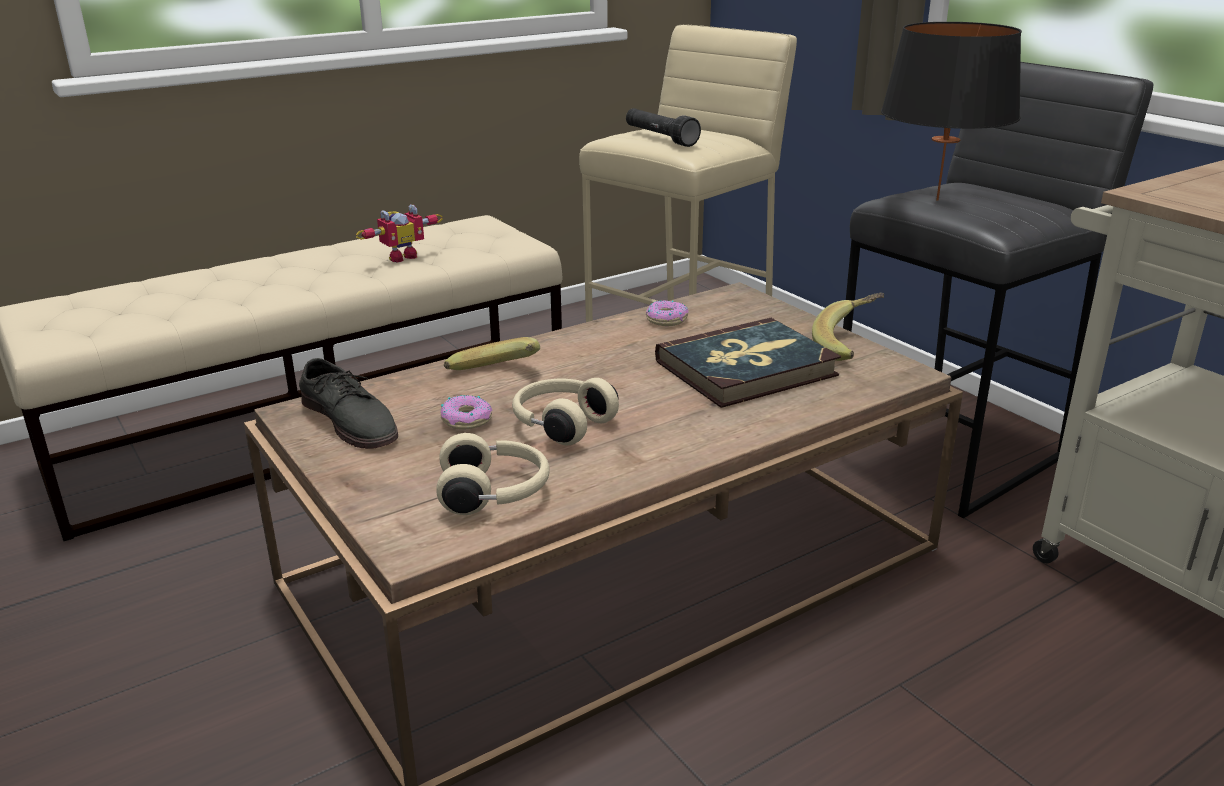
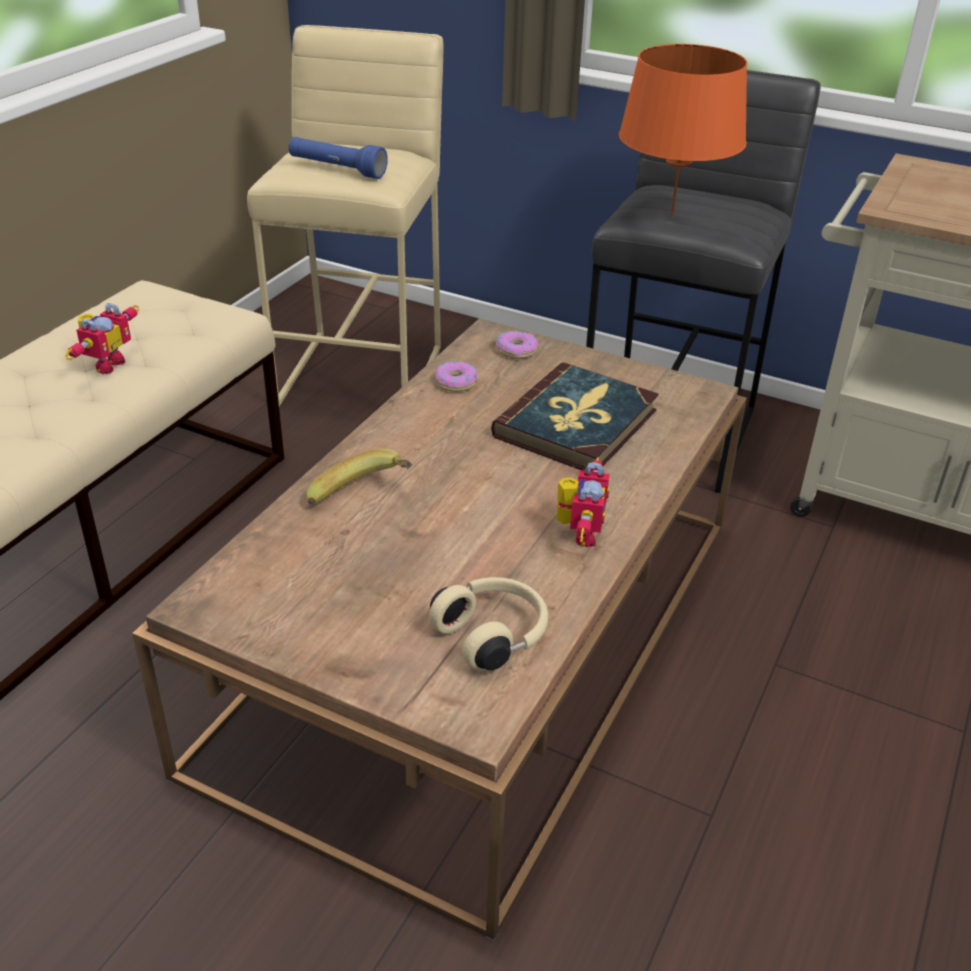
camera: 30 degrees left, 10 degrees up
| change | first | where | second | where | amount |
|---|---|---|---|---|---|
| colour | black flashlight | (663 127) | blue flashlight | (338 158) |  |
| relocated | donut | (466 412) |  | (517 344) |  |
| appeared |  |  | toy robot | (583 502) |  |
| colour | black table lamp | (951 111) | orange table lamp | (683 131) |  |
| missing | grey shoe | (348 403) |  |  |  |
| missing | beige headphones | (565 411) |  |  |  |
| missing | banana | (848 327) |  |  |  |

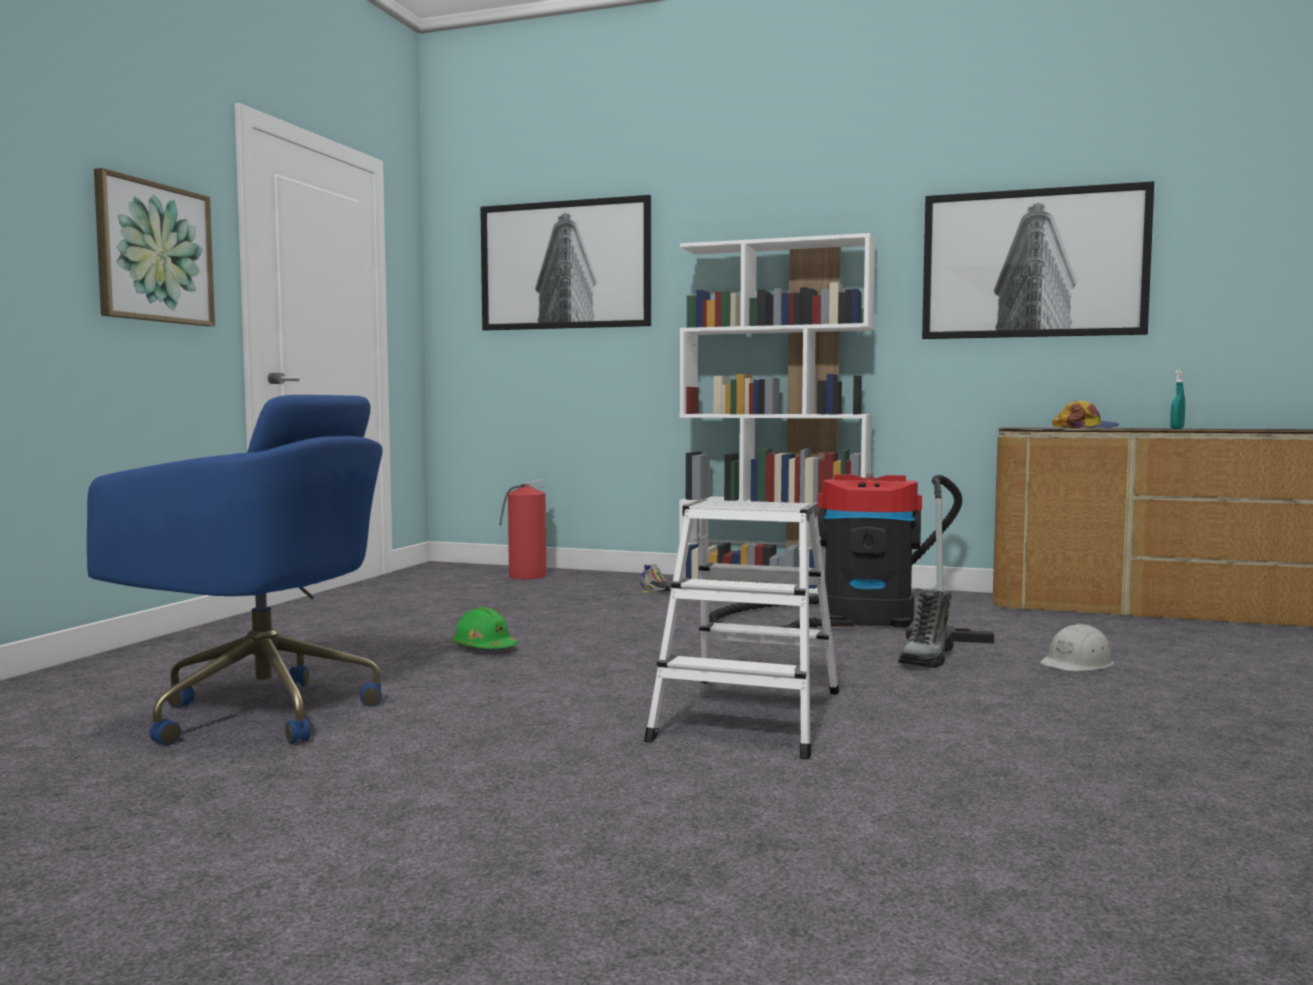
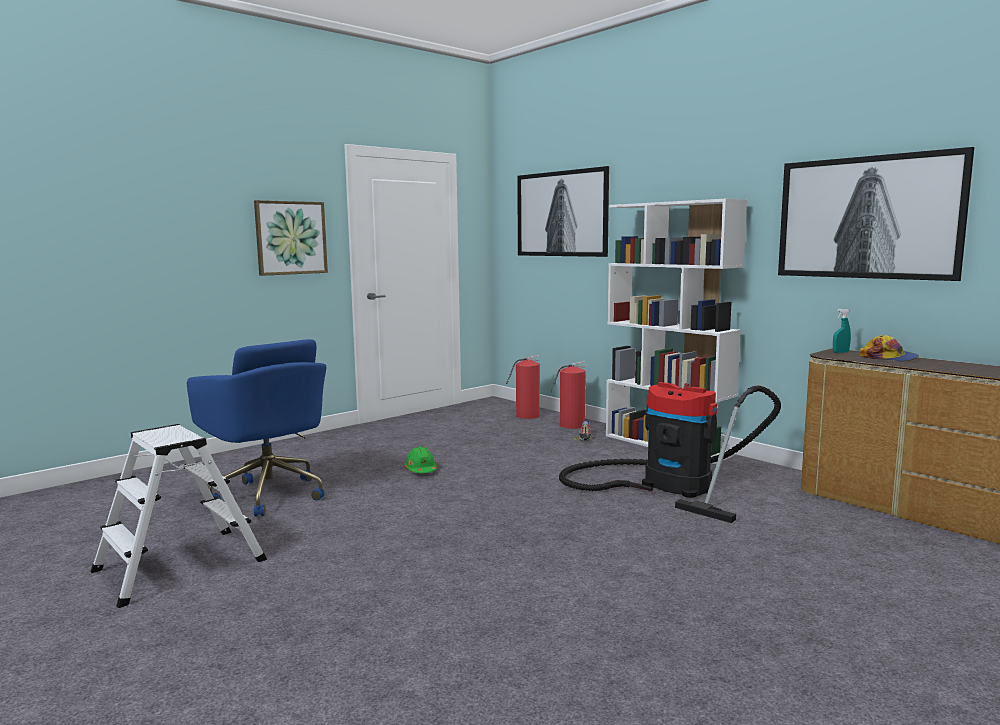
camera: 30 degrees right, 5 degrees up
| change | first | where | second | where | amount |
|---|---|---|---|---|---|
| relocated | white step ladder | (742 629) |  | (178 516) |  |
| appeared |  |  | fire extinguisher | (568 395) |  |
| relocated | turquoise spray bottle | (1177 399) |  | (842 331) |  |
| missing | boot | (926 628) |  |  |  |
| missing | white hard hat | (1077 647) |  |  |  |

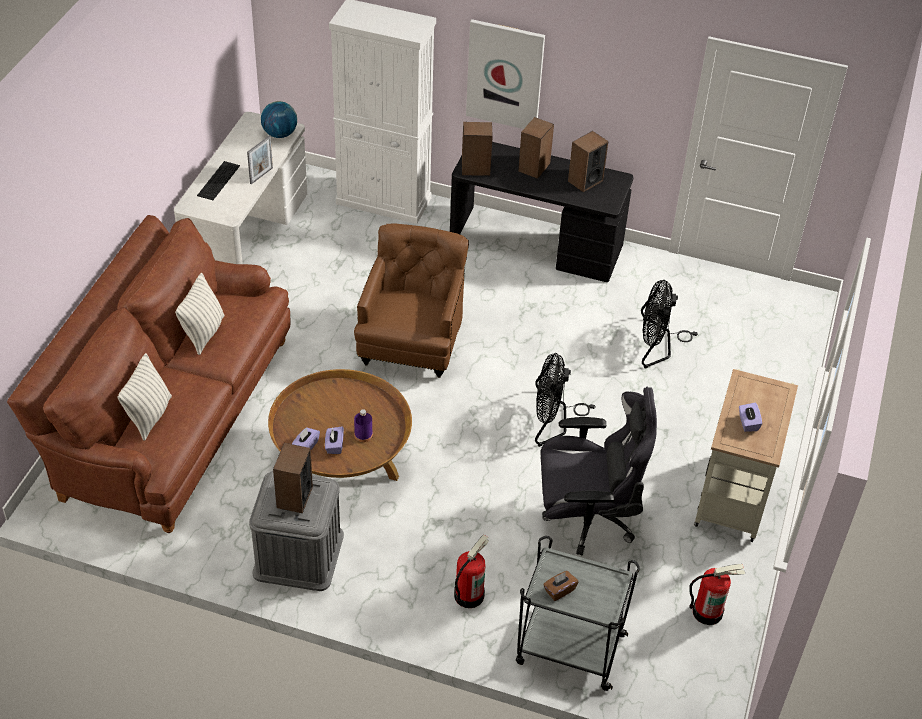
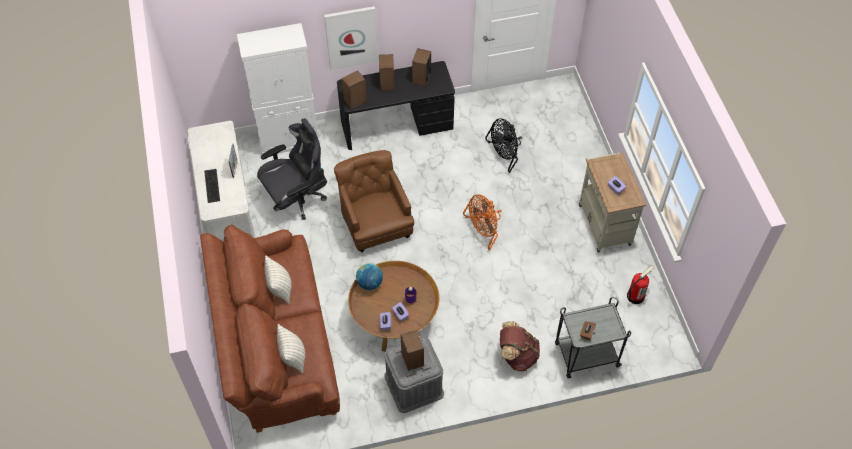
camera: 30 degrees left, 10 degrees up
| change | first | where | second | where | amount |
|---|---|---|---|---|---|
| relocated | black office chair | (599 470) |  | (292 169) |  |
| relocated | globe | (279 119) |  | (369 276) |  |
| colour | black fan | (565 400) | orange fan | (482 222) |  |
| exchanged | fire extinguisher | (471 571) | brown backpack | (520 346) |  |

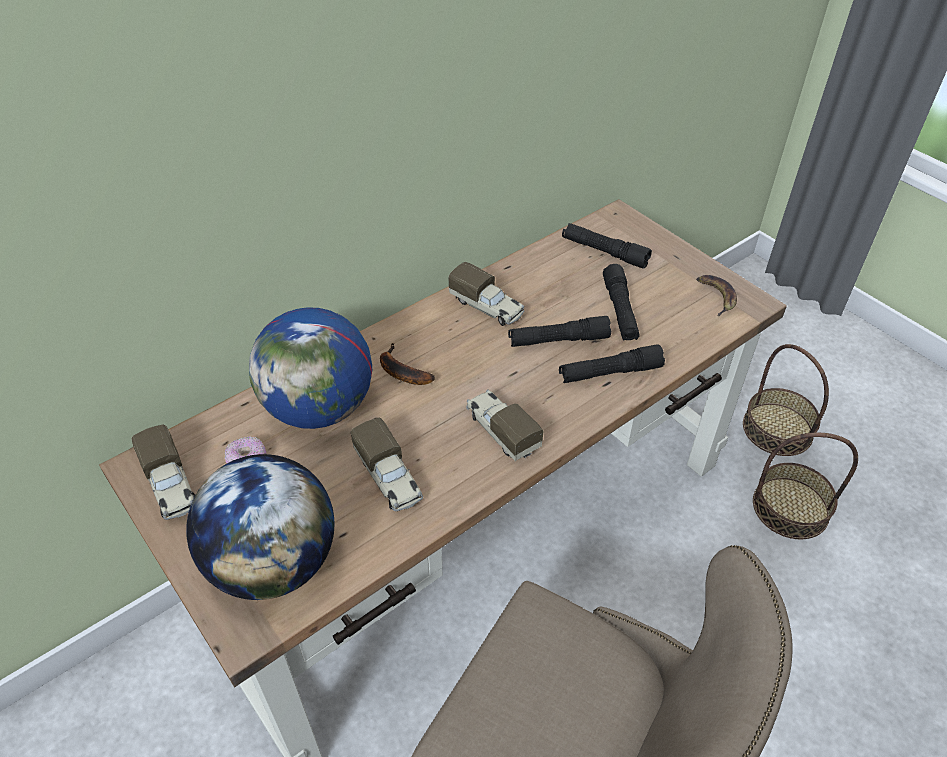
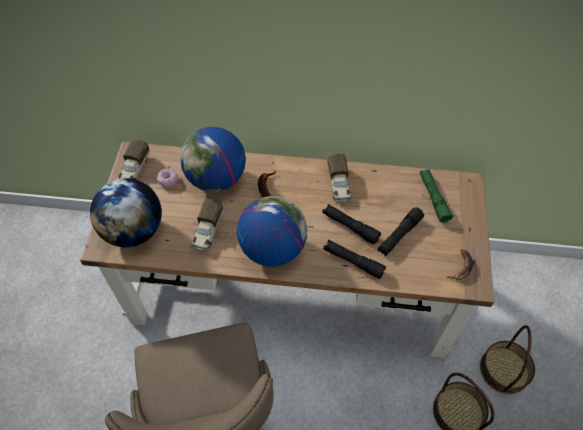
camera: 45 degrees right, 10 degrees up
| change | first | where | second | where | amount |
|---|---|---|---|---|---|
| exchanged | toy truck | (505 425) | globe | (272 231) |  |
| colour | black flashlight | (607 246) | green flashlight | (436 196) |  |

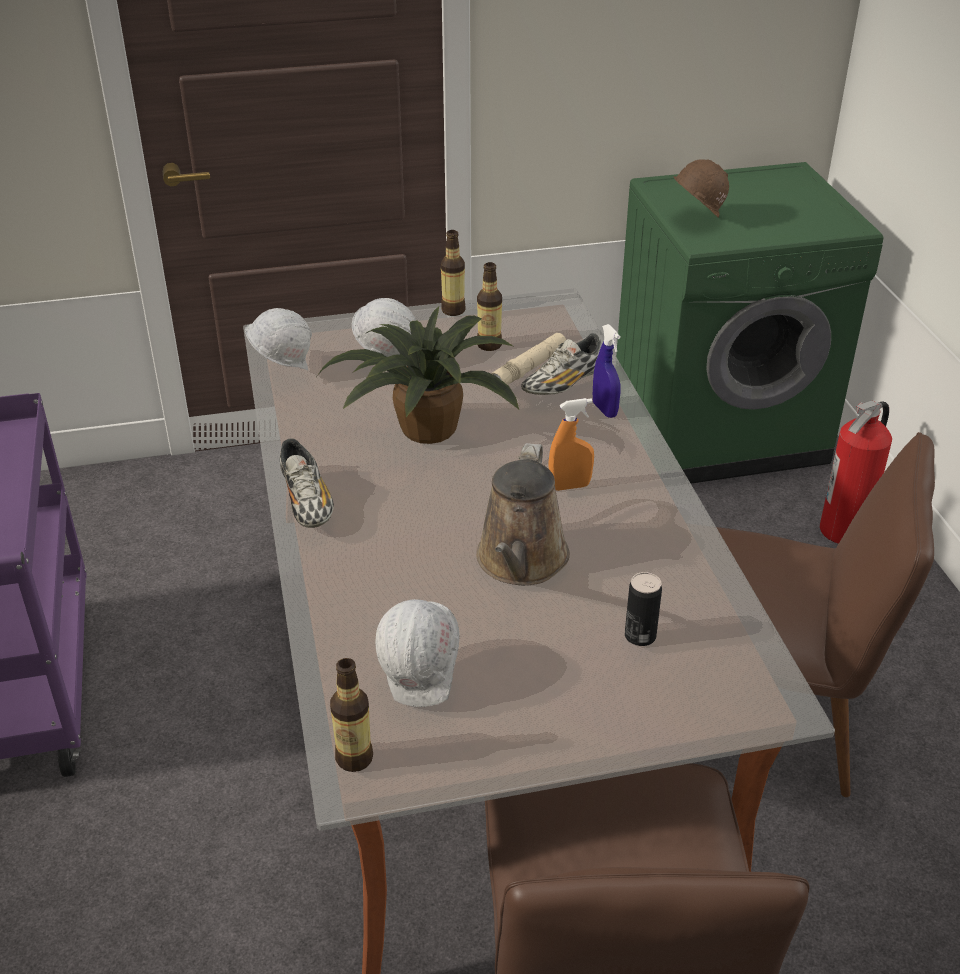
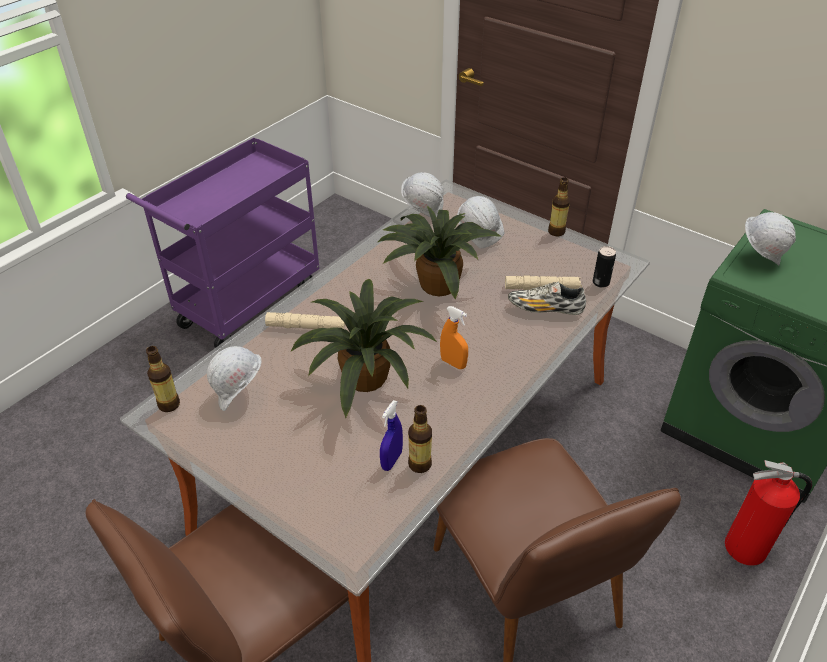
camera: 50 degrees right, 5 degrees up
| change | first | where | second | where | amount |
|---|---|---|---|---|---|
| appeared |  |  | beige flashlight | (305 320) |  |
| exchanged | brown watering can | (523 514) | potted plant | (364 348) |  |
| relocated | blue spray bottle | (607 371) |  | (391 435) |  |
| relocated | bottle | (489 306) |  | (420 439) |  |
| relocated | can | (643 609) |  | (604 267) |  |
| colour | brown hard hat | (701 188) | white hard hat | (770 239) |  |
| missing | shoe | (307 483) |  |  |  |

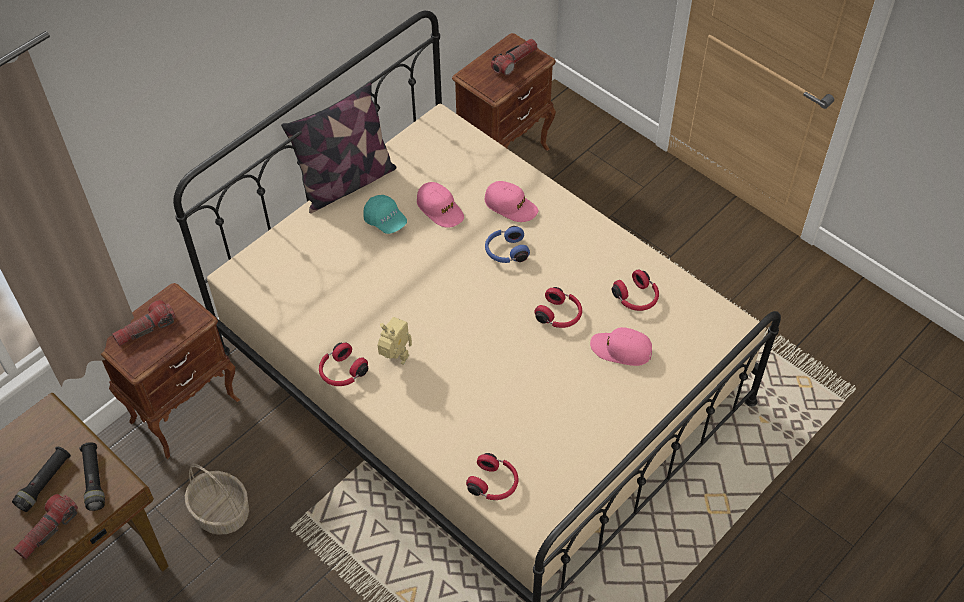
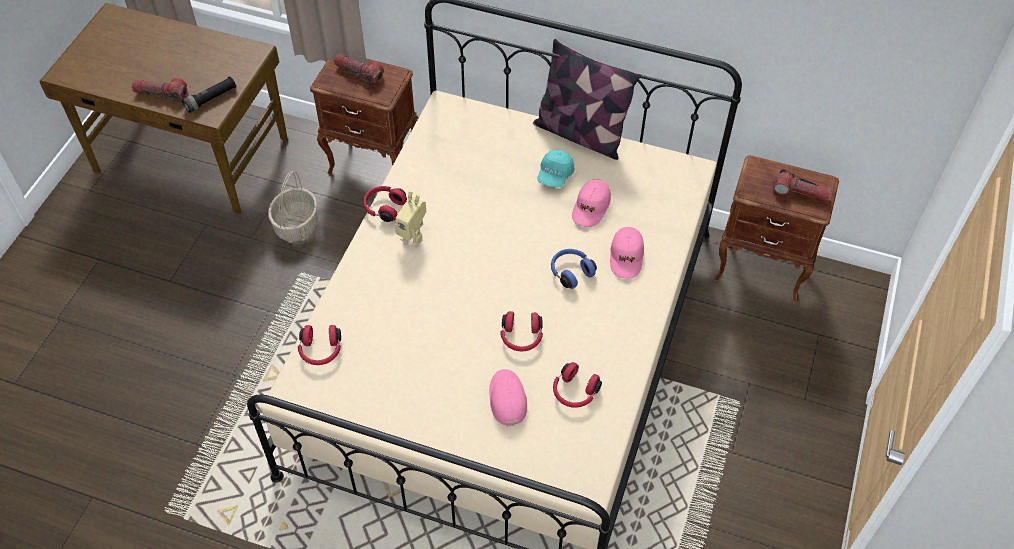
camera: 65 degrees right, 0 degrees up
| change | first | where | second | where | amount |
|---|---|---|---|---|---|
| spun | toy robot | (395 341) |  | (410 219) | 120 degrees clockwise |
| missing | black flashlight | (41 479) |  |  |  |

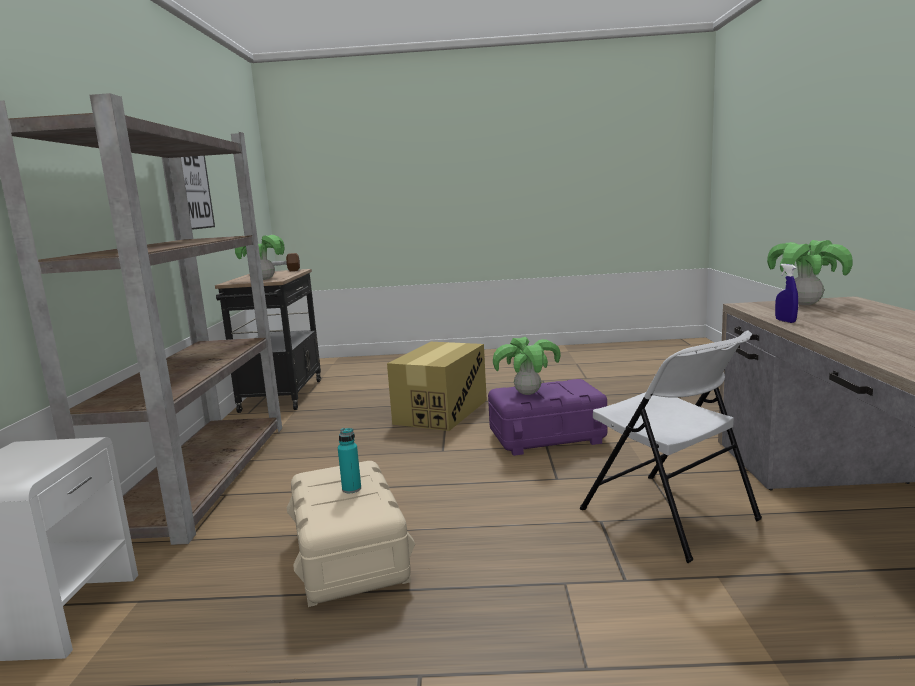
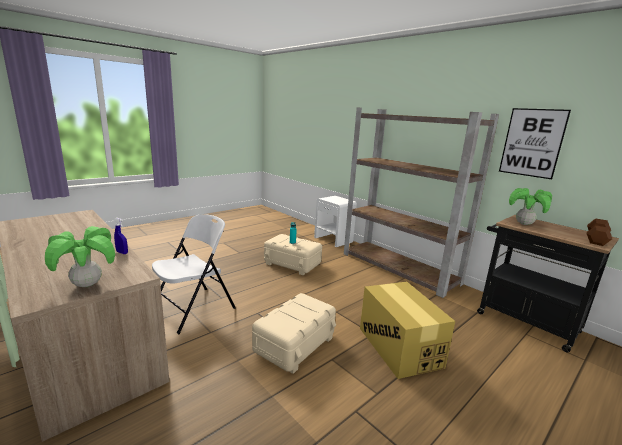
camera: 135 degrees right, 5 degrees up
| change | first | where | second | where | amount |
|---|---|---|---|---|---|
| spun | white chair | (671 446) |  | (194 274) | 120 degrees clockwise |
| colour | purple storage box | (547 417) | beige storage box | (294 333) |  |
| missing | potted plant | (527 366) |  |  |  |

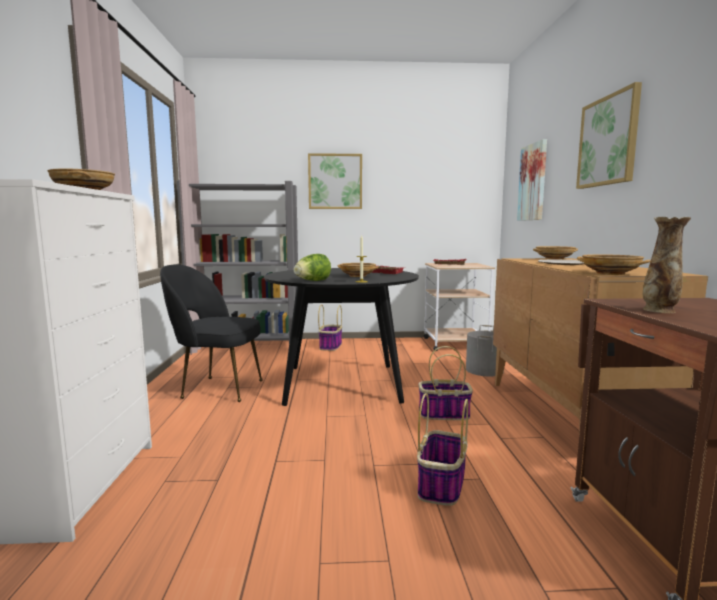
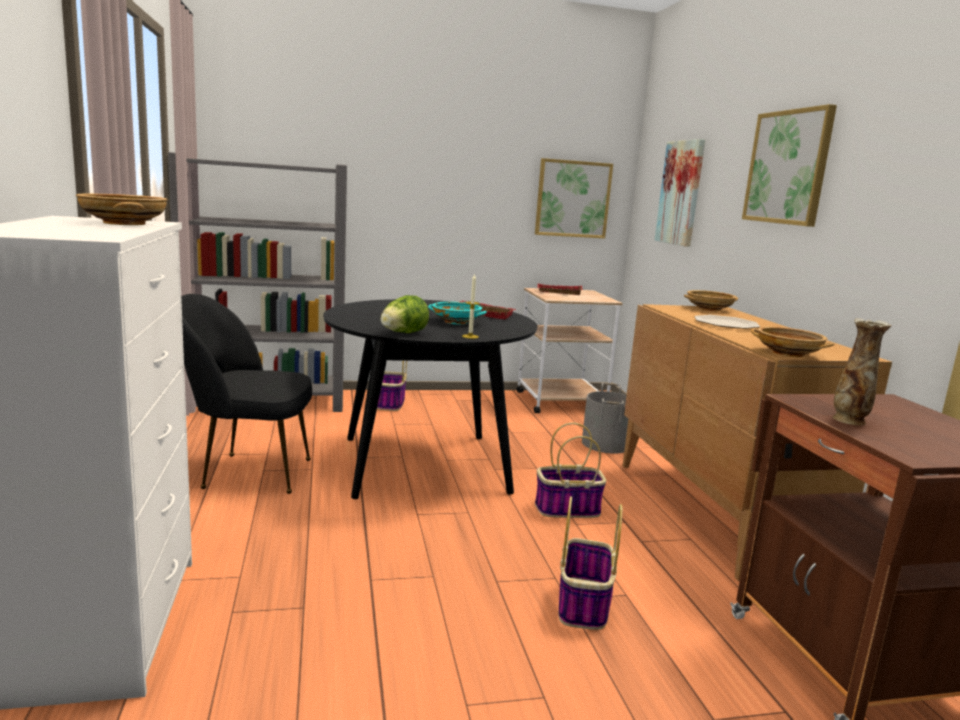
camera: 10 degrees left, 5 degrees up
| change | first | where | second | where | amount |
|---|---|---|---|---|---|
| colour | beige bowl | (358 270) | turquoise bowl | (457 313) |  |
| relocated | picture | (335 181) |  | (574 198) |  |

